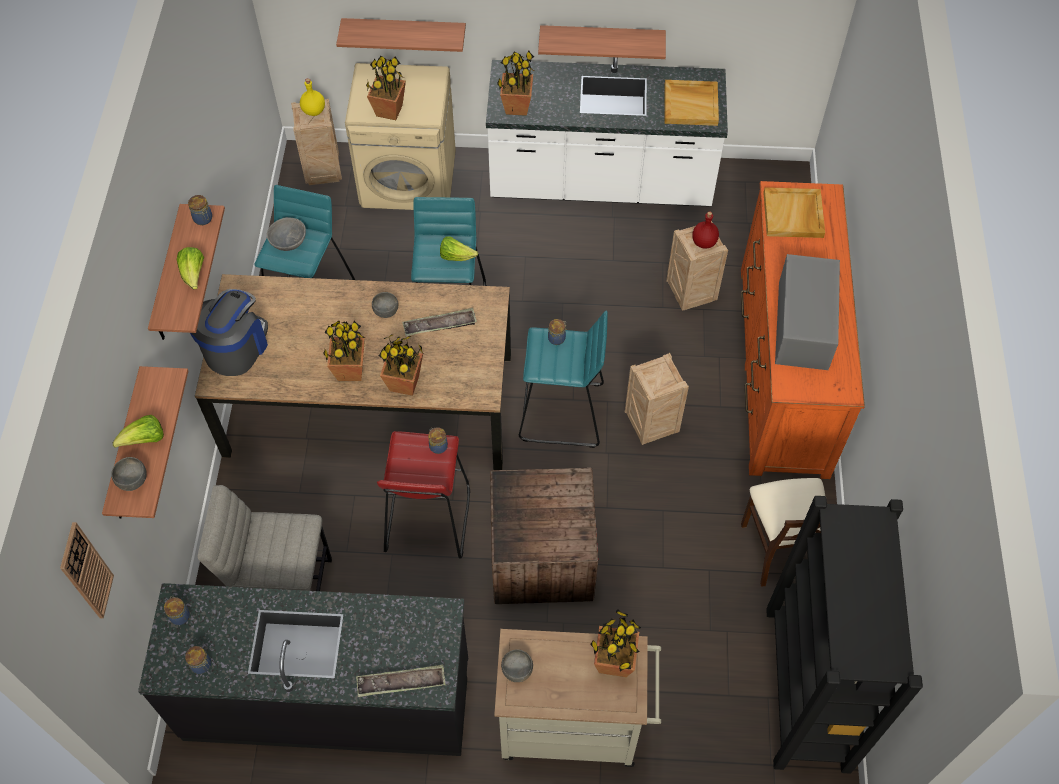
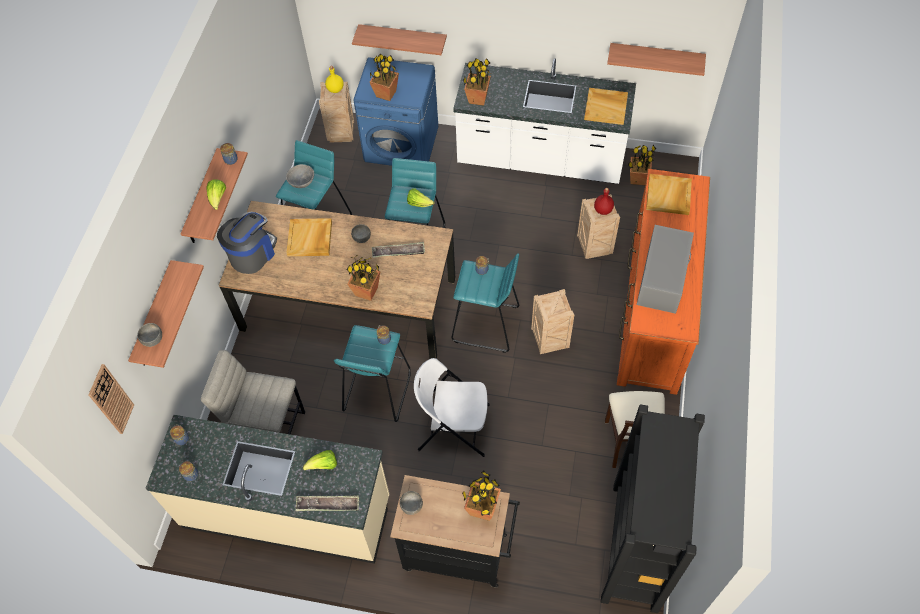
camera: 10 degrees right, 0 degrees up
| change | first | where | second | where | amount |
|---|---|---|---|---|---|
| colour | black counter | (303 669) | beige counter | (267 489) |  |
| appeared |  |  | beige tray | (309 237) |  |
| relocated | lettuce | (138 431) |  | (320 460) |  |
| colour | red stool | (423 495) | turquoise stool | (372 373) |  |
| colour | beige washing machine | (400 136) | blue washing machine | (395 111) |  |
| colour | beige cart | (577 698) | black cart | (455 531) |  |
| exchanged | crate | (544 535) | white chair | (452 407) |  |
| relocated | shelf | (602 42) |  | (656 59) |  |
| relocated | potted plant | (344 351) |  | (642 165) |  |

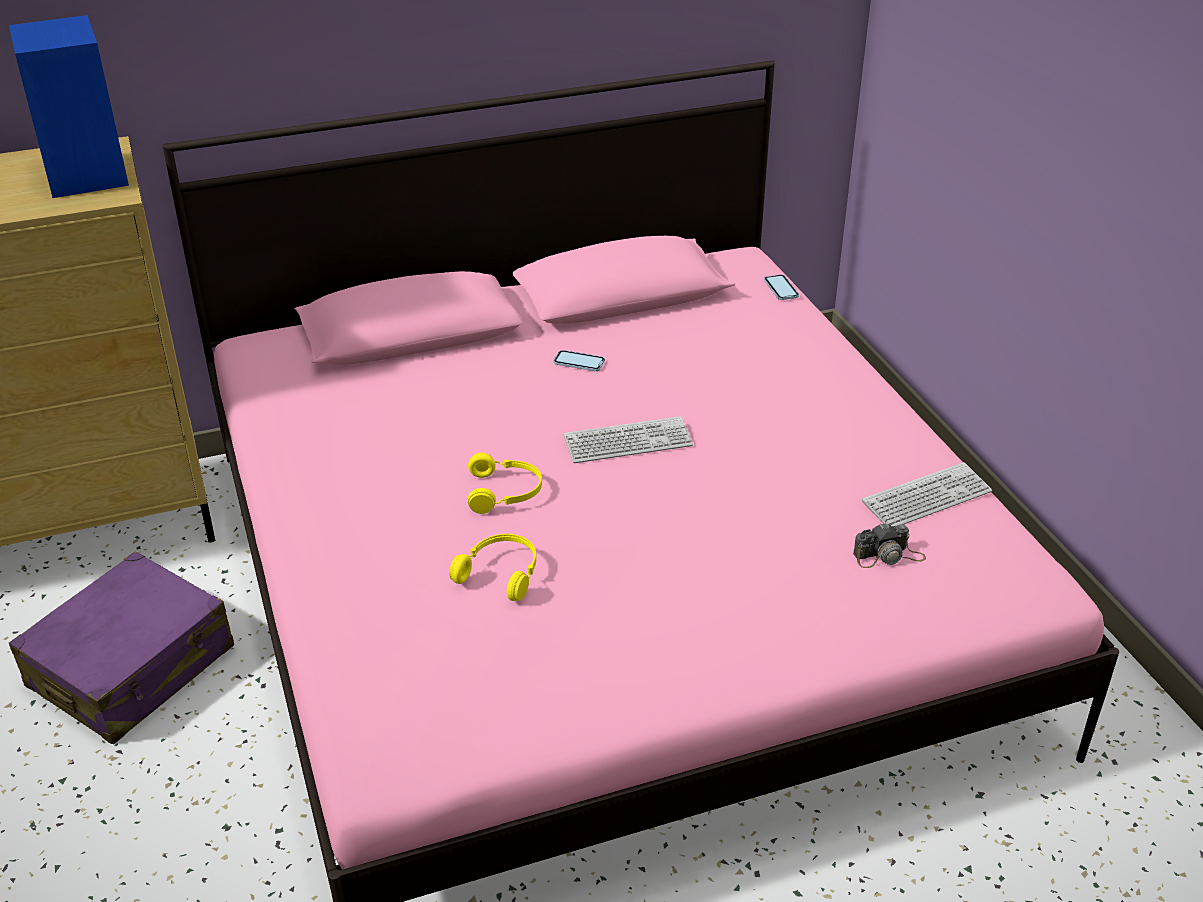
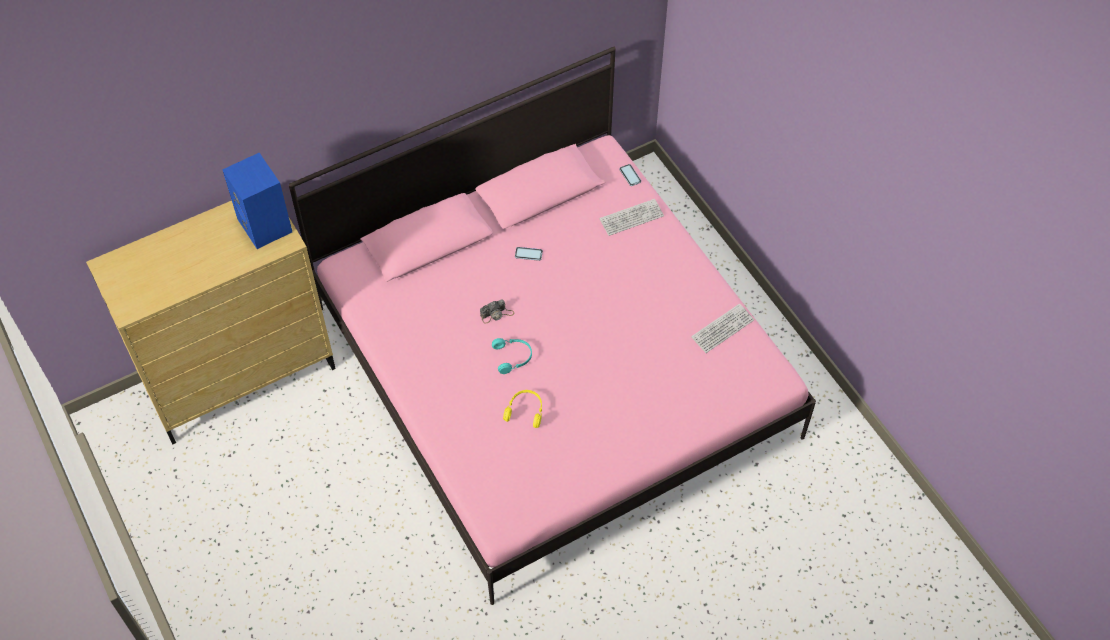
camera: 10 degrees left, 20 degrees up
| change | first | where | second | where | amount |
|---|---|---|---|---|---|
| relocated | photo camera | (889 545) |  | (497 311) |  |
| colour | yellow headphones | (504 483) | turquoise headphones | (512 356) |  |
| relocated | keyboard | (628 439) |  | (632 217) |  |
| missing | purple suitcase | (121 647) |  |  |  |

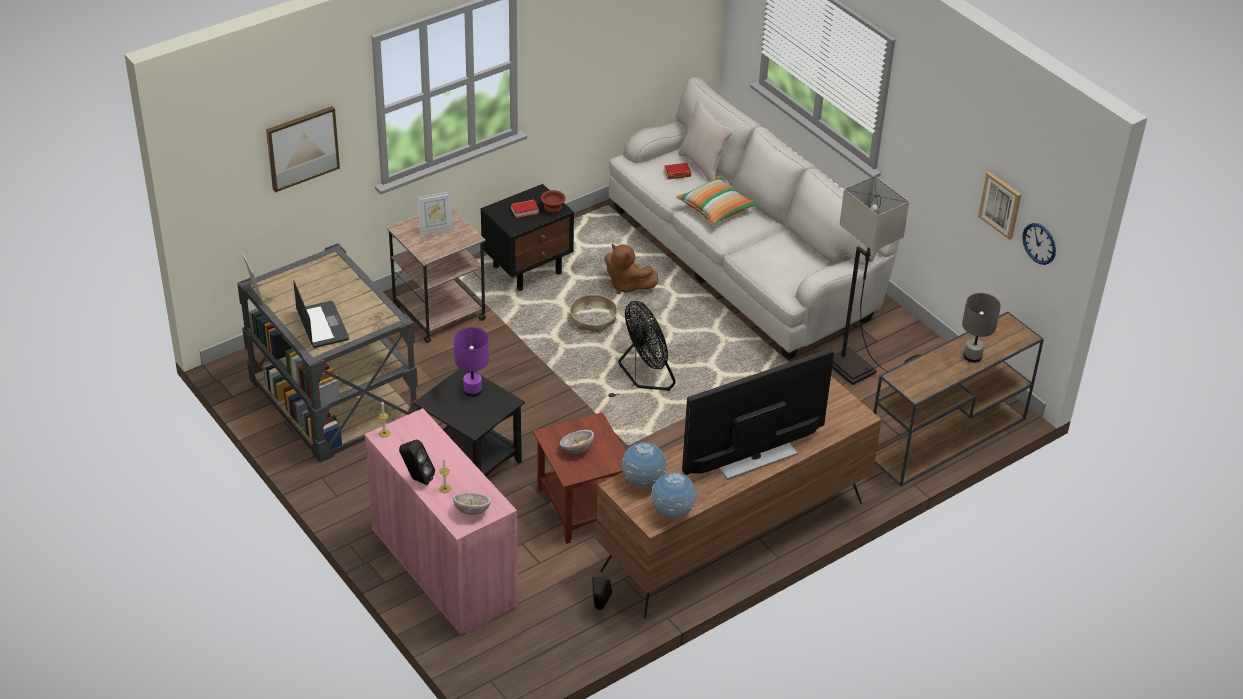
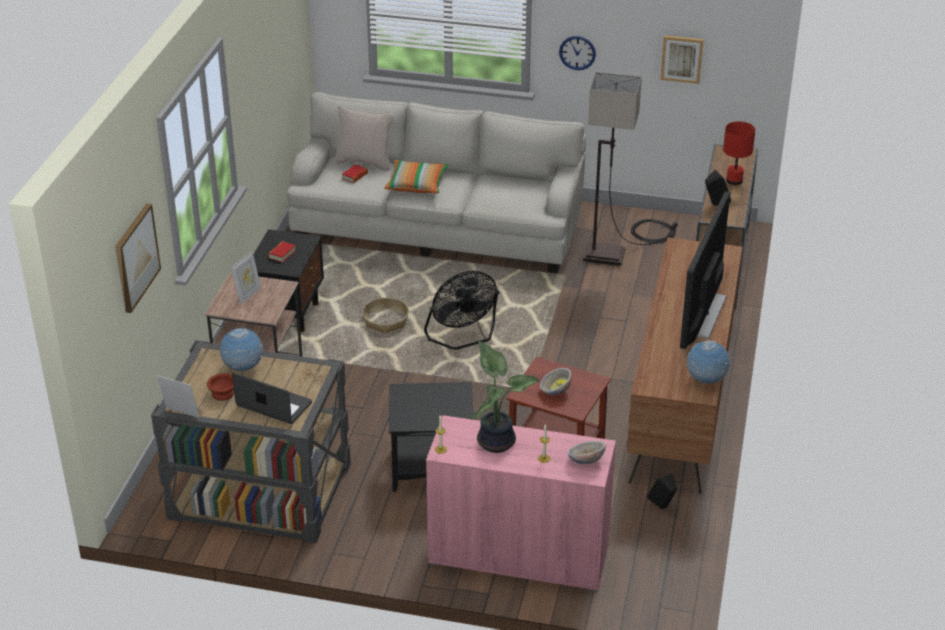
camera: 40 degrees left, 5 degrees down
| change | first | where | second | where | amount |
|---|---|---|---|---|---|
| relocated | brown bowl | (553 201) |  | (220 387) |  |
| relocated | globe | (644 464) |  | (241 349) |  |
| spun | black fan | (641 349) |  | (463 313) | 45 degrees counterclockwise |
| appeared |  |  | potted plant | (505 397) |  |
| relocated | wall clock | (1039 244) |  | (577 53) |  |
| relocated | black speaker | (417 462) |  | (718 188) |  |
| colour | grey table lamp | (981 328) | red table lamp | (739 153) |  |
| missing | purple table lamp | (471 362) |  |  |  |
| missing | brown plush toy | (631 269) |  |  |  |

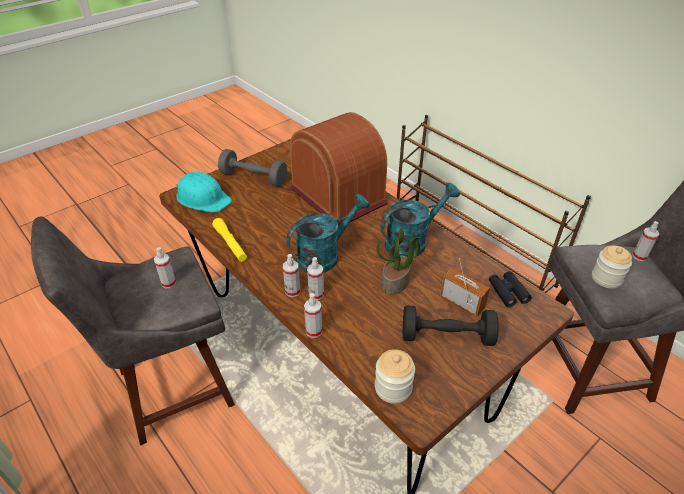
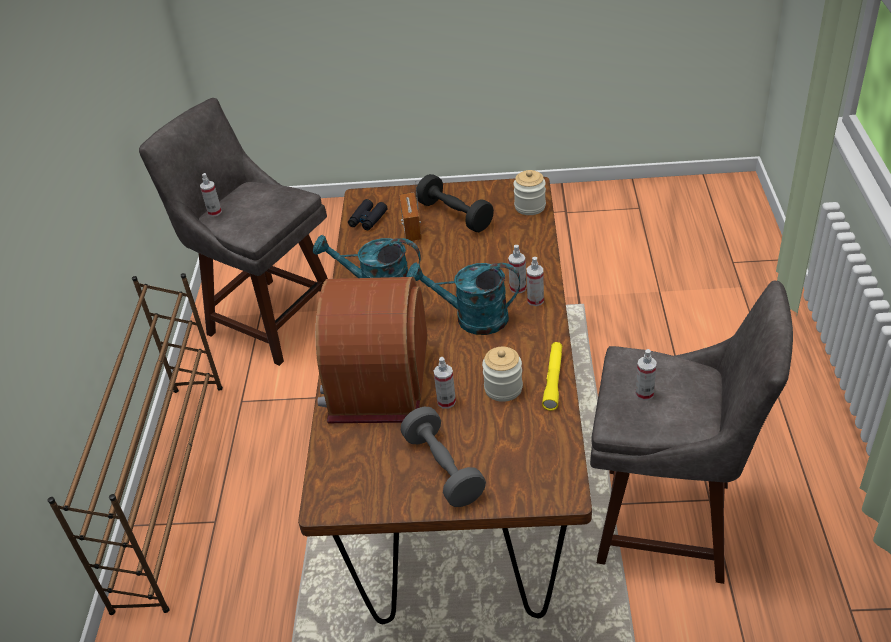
camera: 135 degrees left, 0 degrees up
| change | first | where | second | where | amount |
|---|---|---|---|---|---|
| relocated | spray bottle | (313 315) |  | (445 382) |  |
| relocated | jar | (612 267) |  | (502 374) |  |
| missing | turquoise hard hat | (204 192) |  |  |  |
| missing | potted plant | (398 261) |  |  |  |

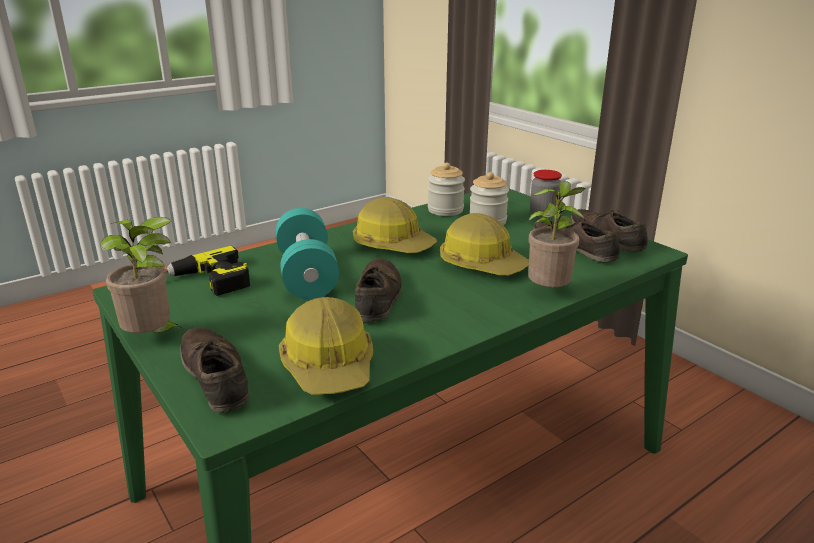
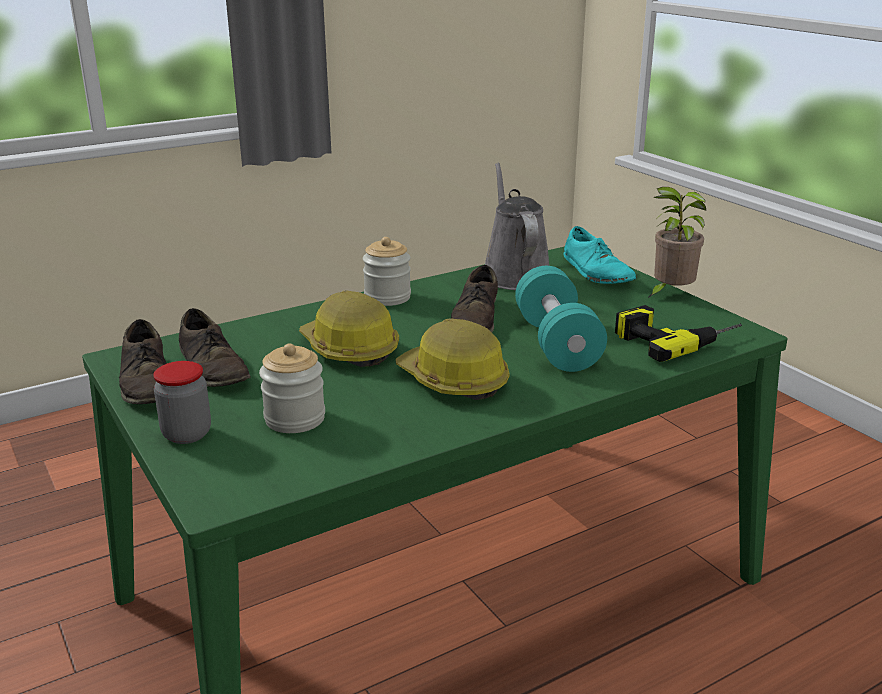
camera: 175 degrees left, 0 degrees up
| change | first | where | second | where | amount |
|---|---|---|---|---|---|
| relocated | jar | (446 189) |  | (387 271) |  |
| exchanged | hard hat | (326 346) | grey watering can | (517 226) |  |
| colour | brown shoe | (214 370) | turquoise shoe | (599 255) |  |
| missing | potted plant | (557 234) |  |  |  |

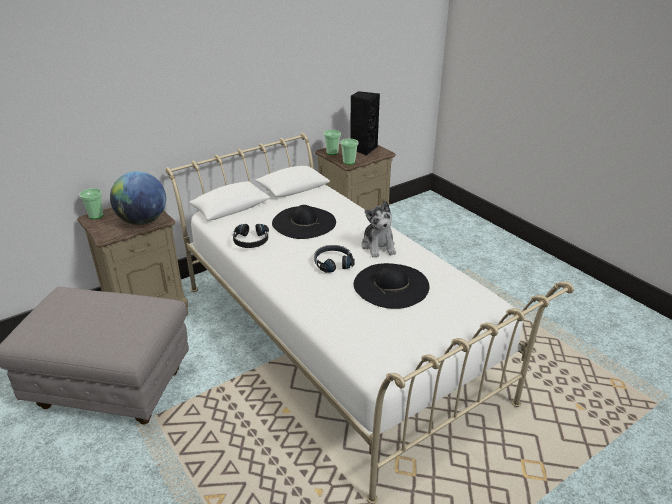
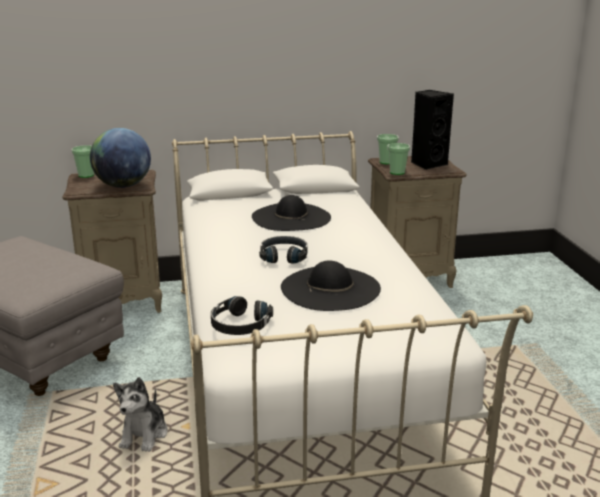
camera: 25 degrees right, 10 degrees down
| change | first | where | second | where | amount |
|---|---|---|---|---|---|
| relocated | plush toy | (379 229) |  | (140 414) |  |
| relocated | black headphones | (251 236) |  | (242 315) |  |

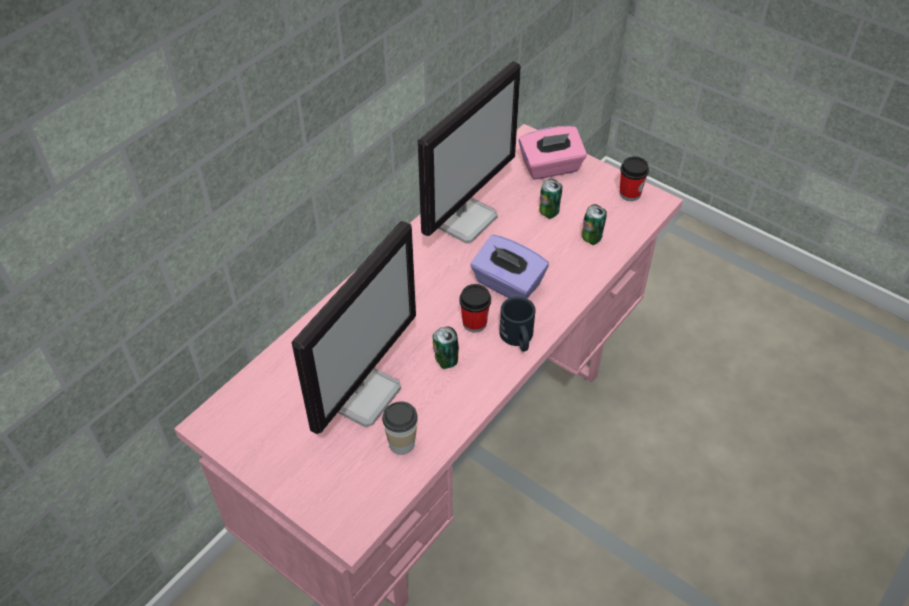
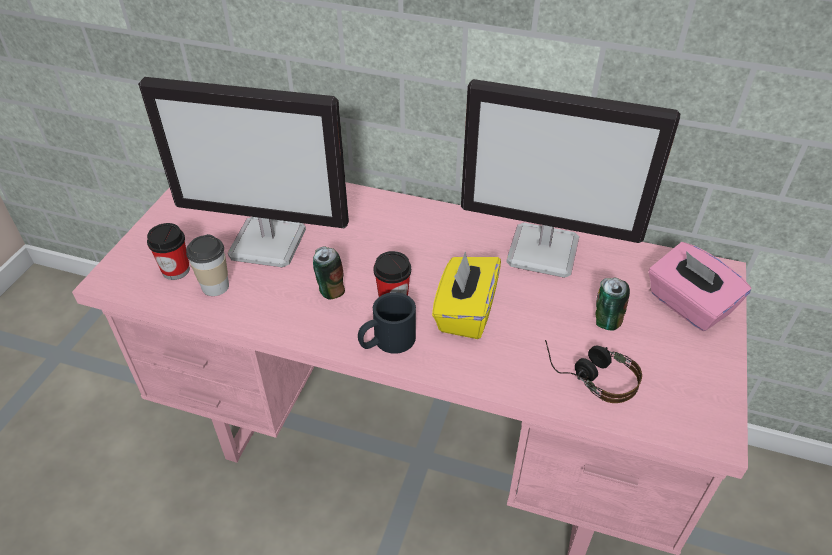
camera: 70 degrees right, 5 degrees down
| change | first | where | second | where | amount |
|---|---|---|---|---|---|
| relocated | cup | (634 178) |  | (168 251) |  |
| colour | purple tissue box | (509 266) | yellow tissue box | (466 295) |  |
| exchanged | can | (594 224) | headphones | (593 371) |  |

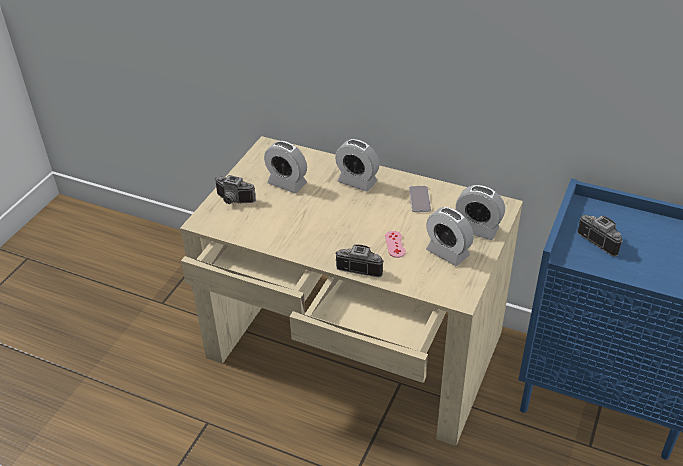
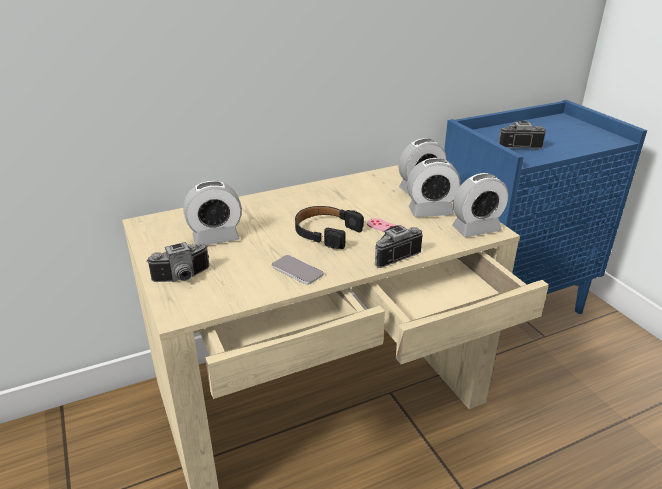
camera: 50 degrees left, 10 degrees down
| change | first | where | second | where | amount |
|---|---|---|---|---|---|
| relocated | phone | (420 199) |  | (297 270) |  |
| appeared |  |  | black headphones | (329 227) |  |
| relocated | alarm clock | (357 165) |  | (480 205) |  |

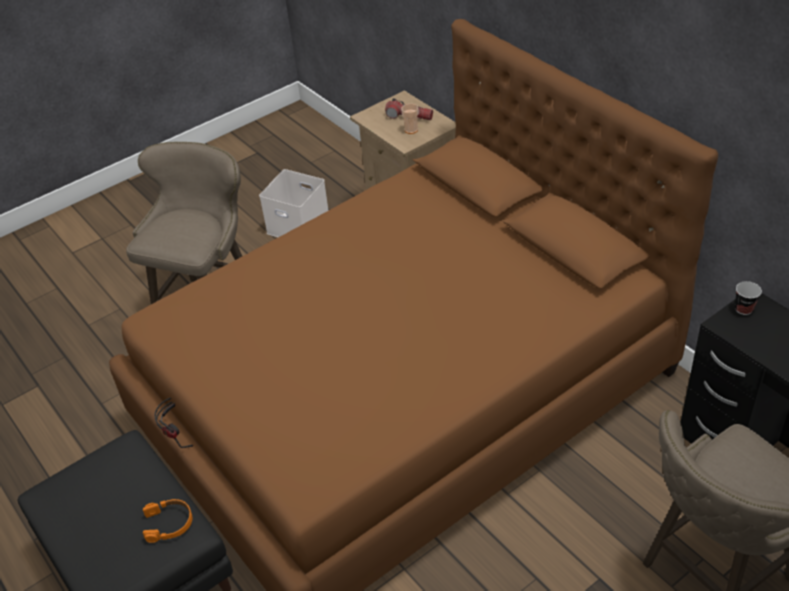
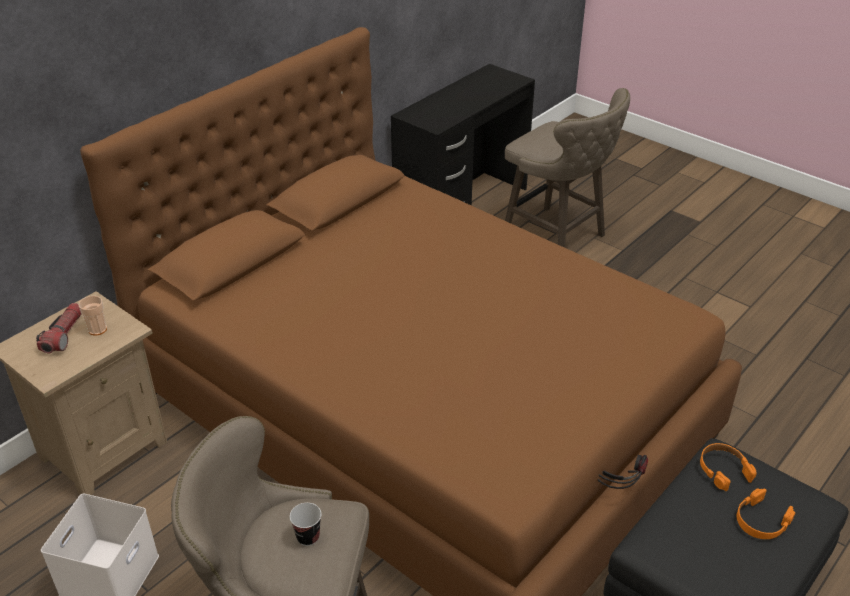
camera: 105 degrees left, 5 degrees down
| change | first | where | second | where | amount |
|---|---|---|---|---|---|
| relocated | cup | (748 298) |  | (305 524) |  |
| appeared |  |  | orange headphones | (766 513) |  |

